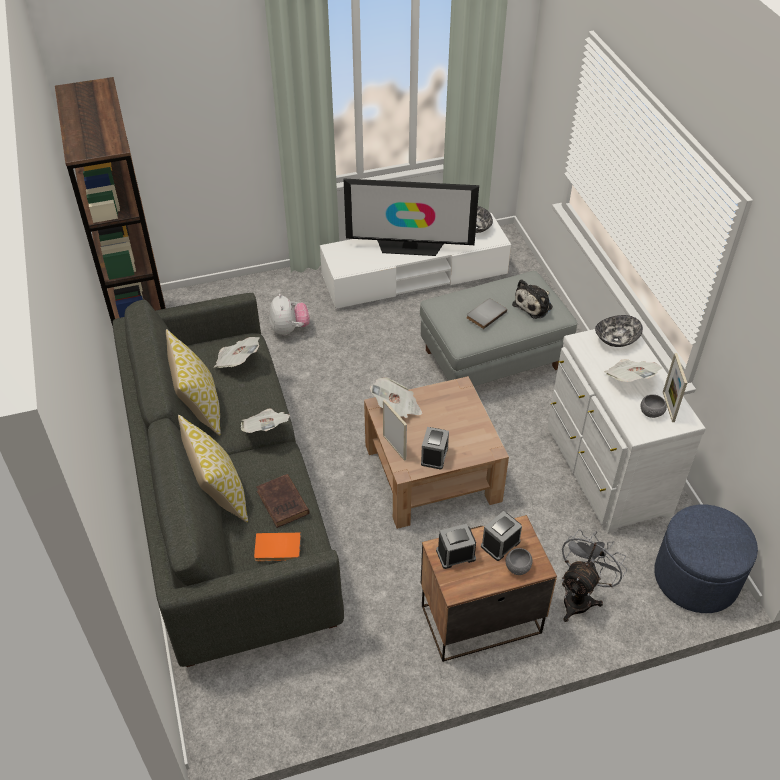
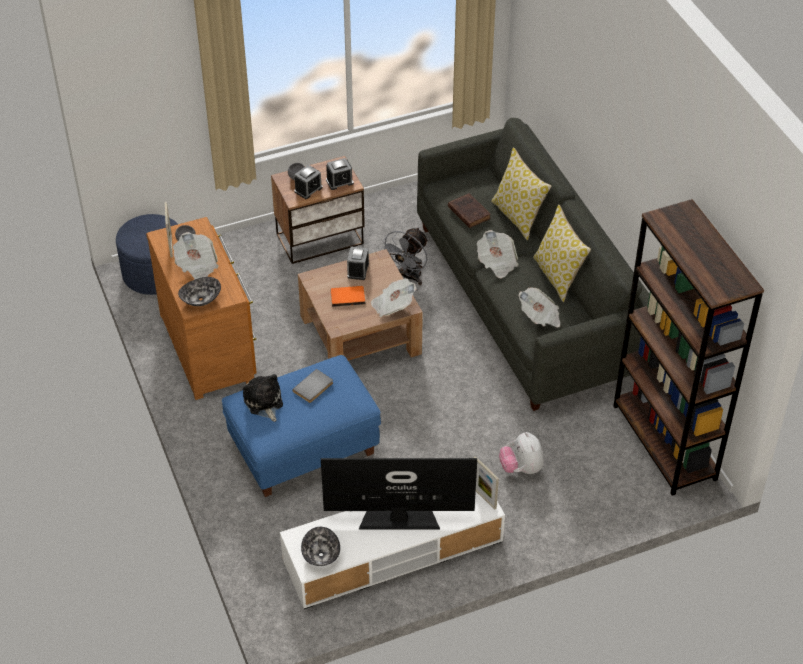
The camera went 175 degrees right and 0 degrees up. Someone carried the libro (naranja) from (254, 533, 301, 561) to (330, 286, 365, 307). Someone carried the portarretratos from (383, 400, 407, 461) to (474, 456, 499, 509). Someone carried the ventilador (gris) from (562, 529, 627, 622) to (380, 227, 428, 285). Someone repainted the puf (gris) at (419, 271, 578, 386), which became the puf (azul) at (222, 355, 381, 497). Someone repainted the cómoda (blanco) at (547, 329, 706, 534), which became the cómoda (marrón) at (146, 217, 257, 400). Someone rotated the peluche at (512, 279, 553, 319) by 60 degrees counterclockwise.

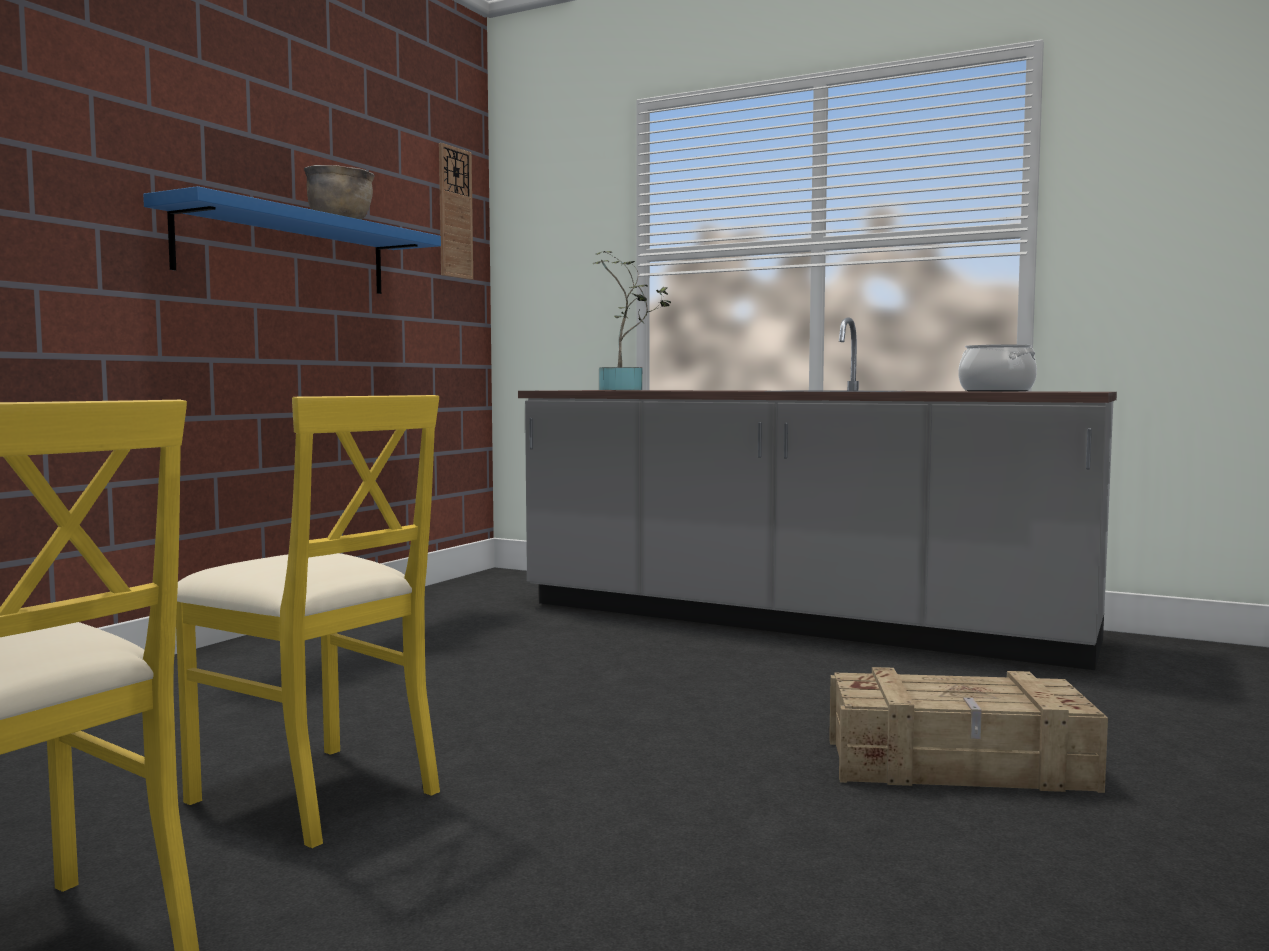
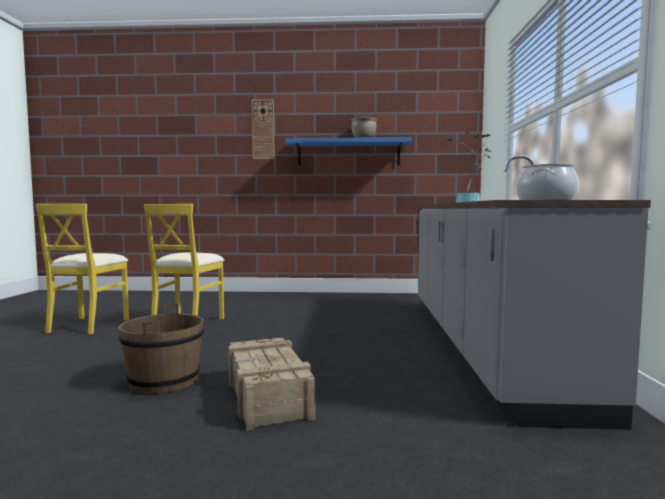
The camera went 65 degrees right and 0 degrees up. Someone put down the cubo (marrón) at (118, 303, 204, 394). Someone carried the reloj de pared from (439, 143, 473, 280) to (252, 99, 275, 159).

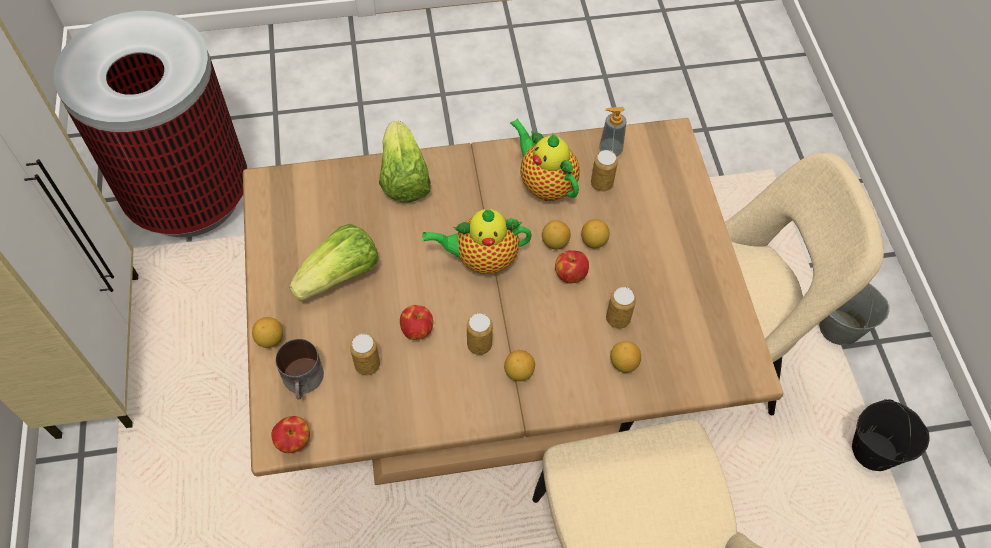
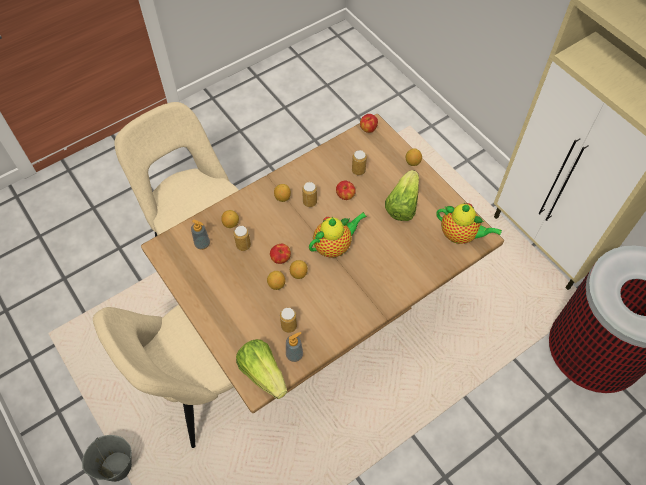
The camera went 155 degrees right and 0 degrees up. Someone took away the taza grande at (275, 339, 324, 399). Someone took away the cubo (negro) at (852, 399, 930, 471). Someone put down the dispensador de jabón at (191, 219, 210, 250). Someone carried the lechuga from (379, 121, 431, 203) to (236, 339, 287, 399). Someone carried the tetera from (510, 119, 580, 201) to (436, 203, 502, 244).

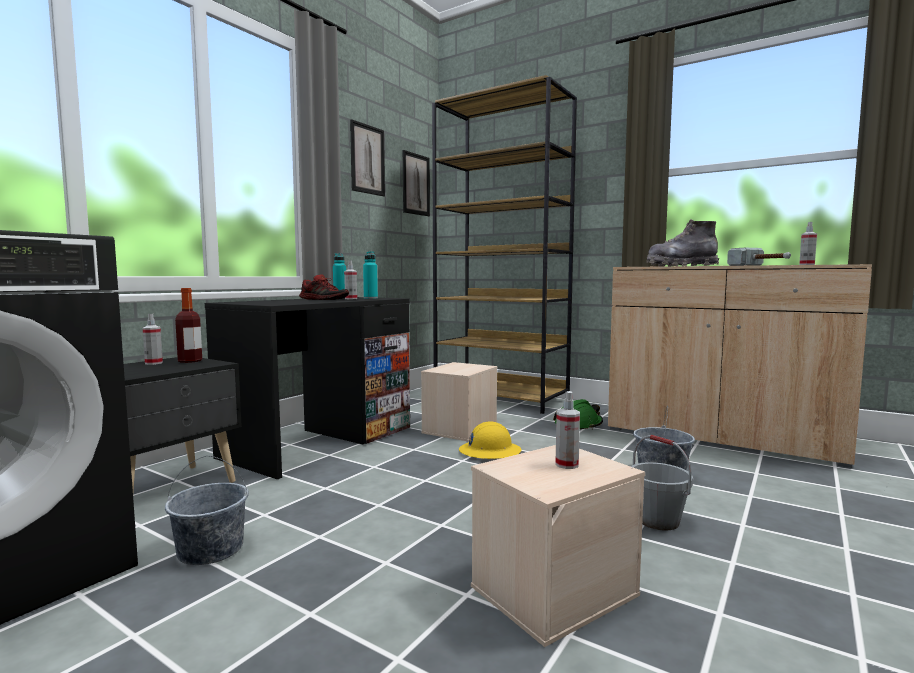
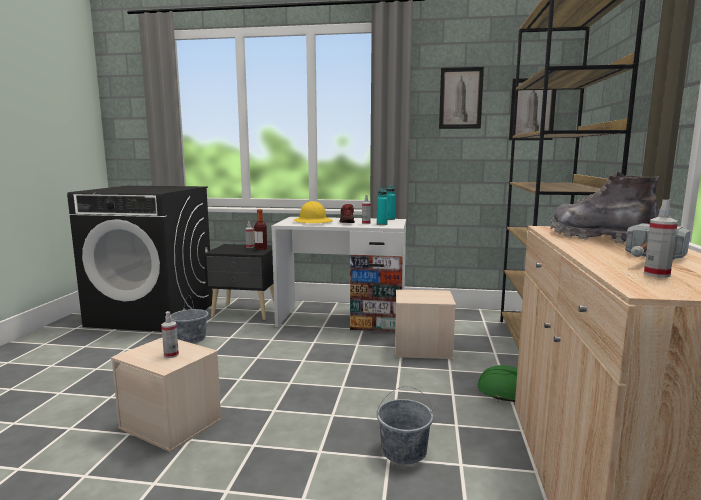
The camera went 65 degrees right and 5 degrees up. Someone took away the cubo (gris) at (631, 435, 693, 530). Someone carried the casco (amarillo) from (459, 421, 522, 459) to (293, 201, 333, 223). Someone repainted the escritorio (negro) at (205, 297, 410, 479), which became the escritorio (blanco) at (271, 217, 406, 332).

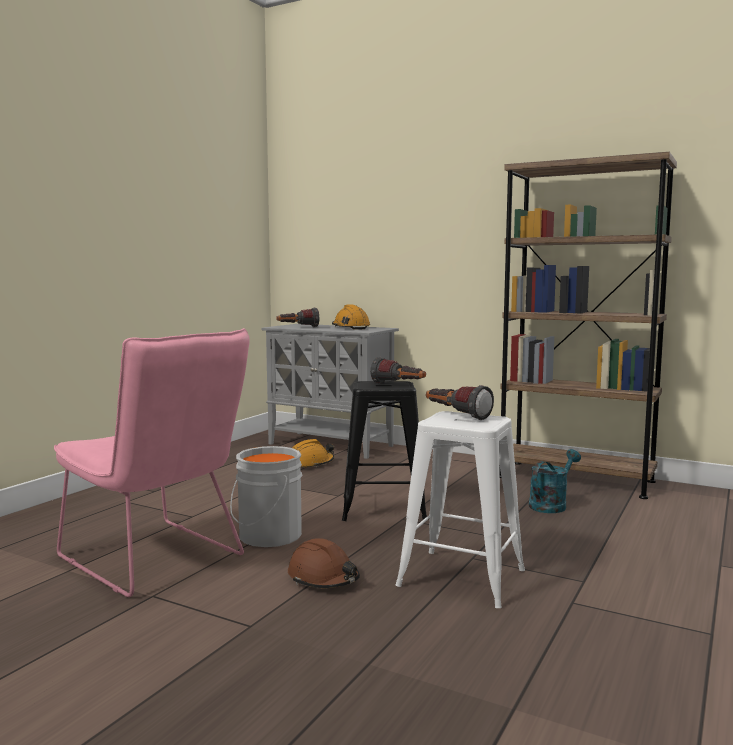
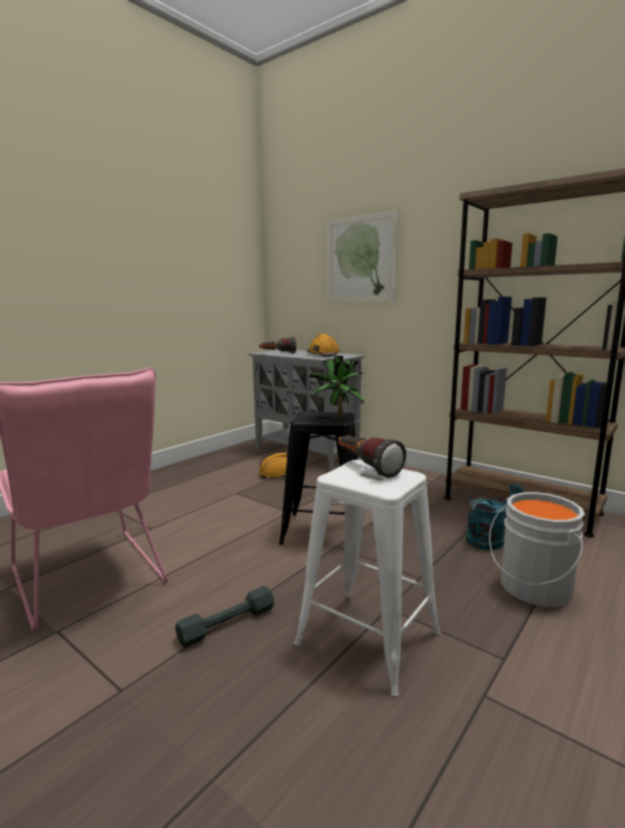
The camera went 10 degrees right and 5 degrees up. Someone put up the cuadro at (327, 210, 399, 303). Someone carried the cubo (gris) from (230, 446, 303, 547) to (489, 492, 585, 607). Someone swapped the casco (marrón) at (288, 538, 360, 588) for the mancuerna (gris) at (175, 586, 275, 648). Someone swapped the linterna at (370, 357, 426, 383) for the planta en maceta at (310, 356, 365, 418).

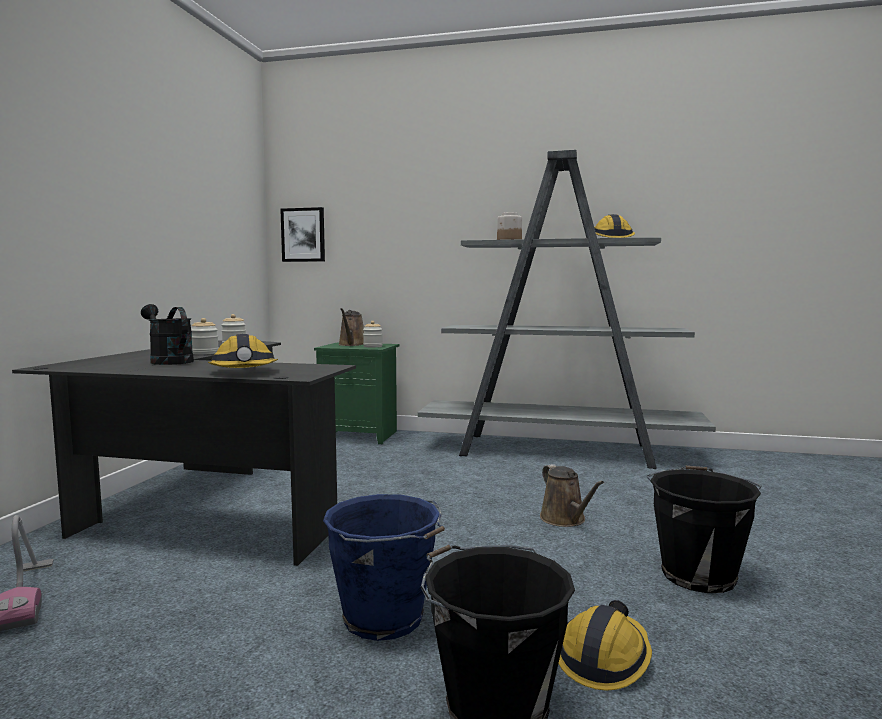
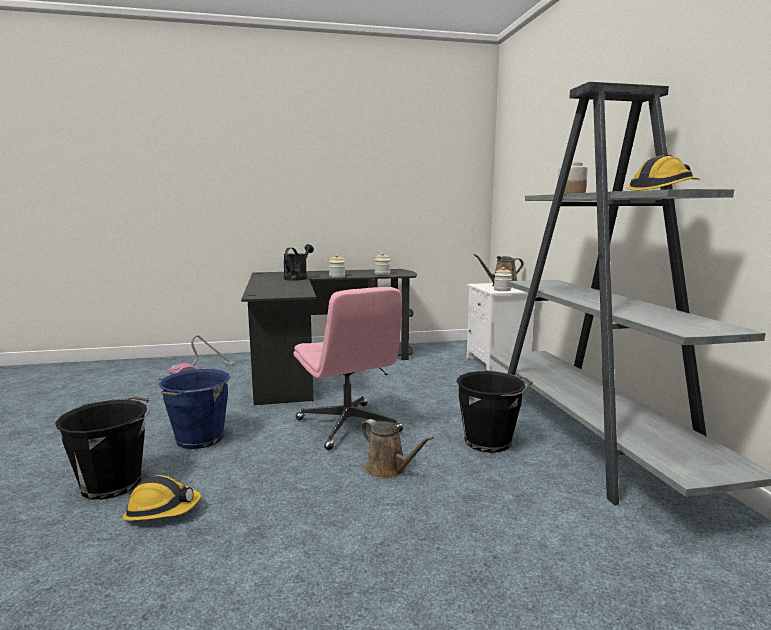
The camera went 65 degrees right and 5 degrees up. Someone took away the casco at (208, 334, 278, 368). Someone took away the cuadro at (280, 207, 325, 262). Someone put down the silla de oficina (rosa) at (294, 287, 403, 450). Someone carried the cubo (negro) from (647, 465, 762, 593) to (456, 370, 533, 453). Someone repainted the mesita de noche (verde) at (314, 343, 400, 444), which became the mesita de noche (blanco) at (467, 283, 535, 373). Someone rotated the regadera (marrón) at (540, 464, 604, 527) by 90 degrees counterclockwise.

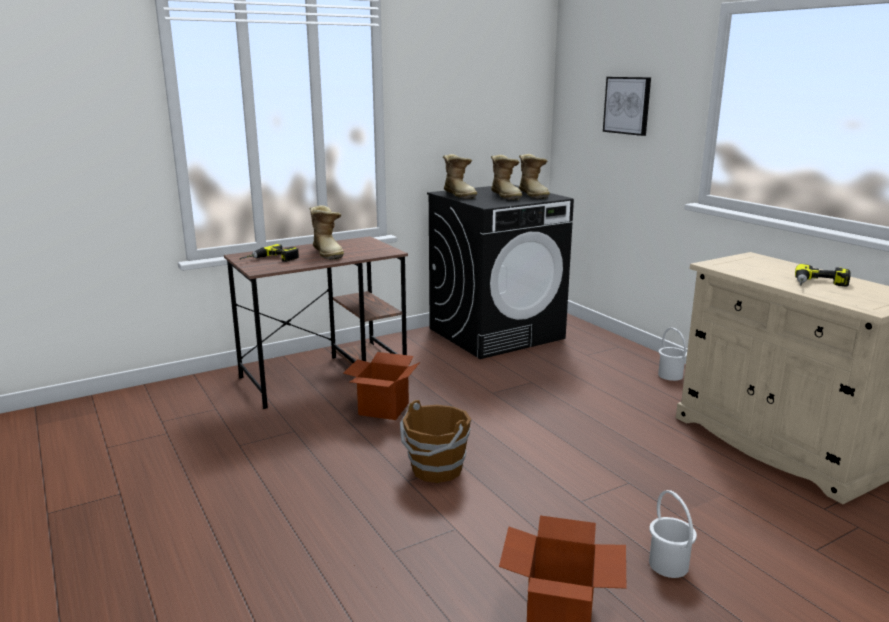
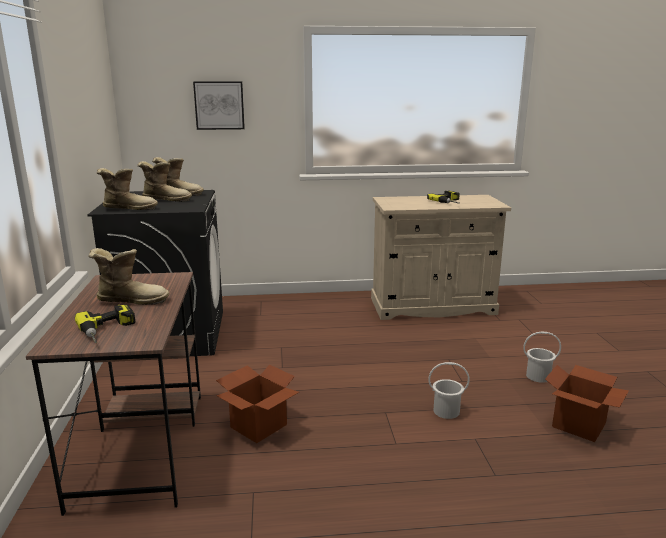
The camera went 65 degrees left and 0 degrees up. Someone took away the cubo (marrón) at (400, 400, 471, 483). Someone carried the cubo (blanco) from (658, 328, 687, 381) to (428, 362, 470, 419).

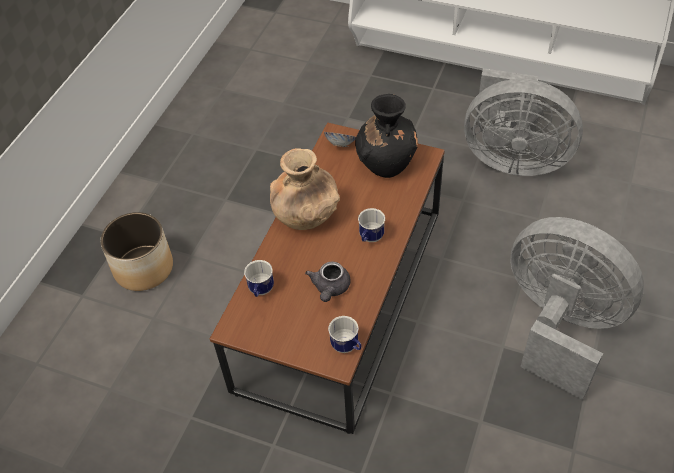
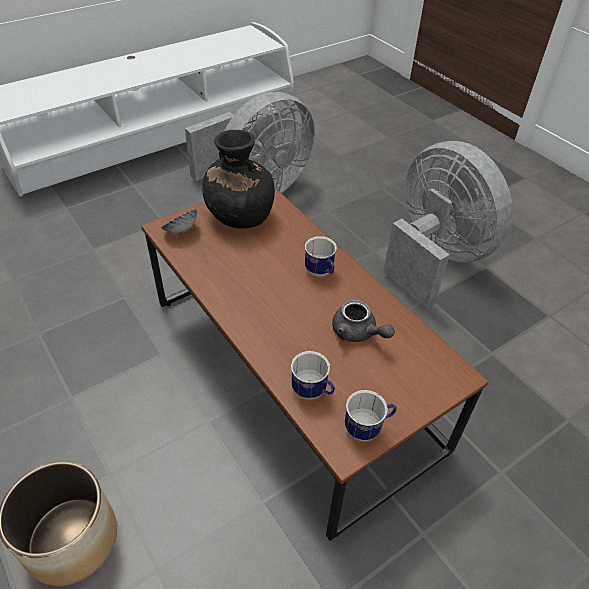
The camera went 60 degrees left and 5 degrees down. Someone took away the florero (marrón) at (270, 148, 340, 230). Someone carried the taza grande from (328, 316, 362, 353) to (345, 390, 397, 441). Someone rotated the ventilador (gris) at (510, 217, 644, 400) by 75 degrees clockwise.

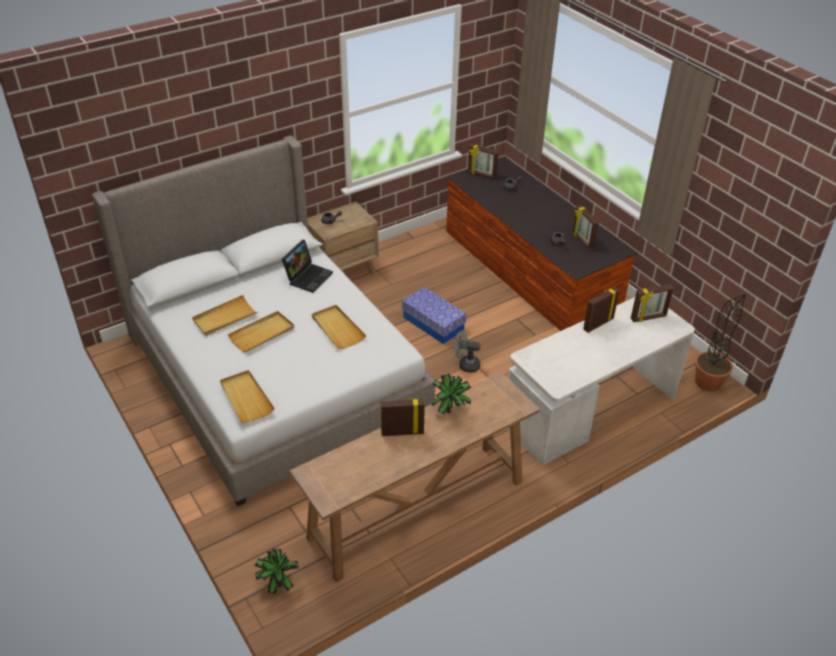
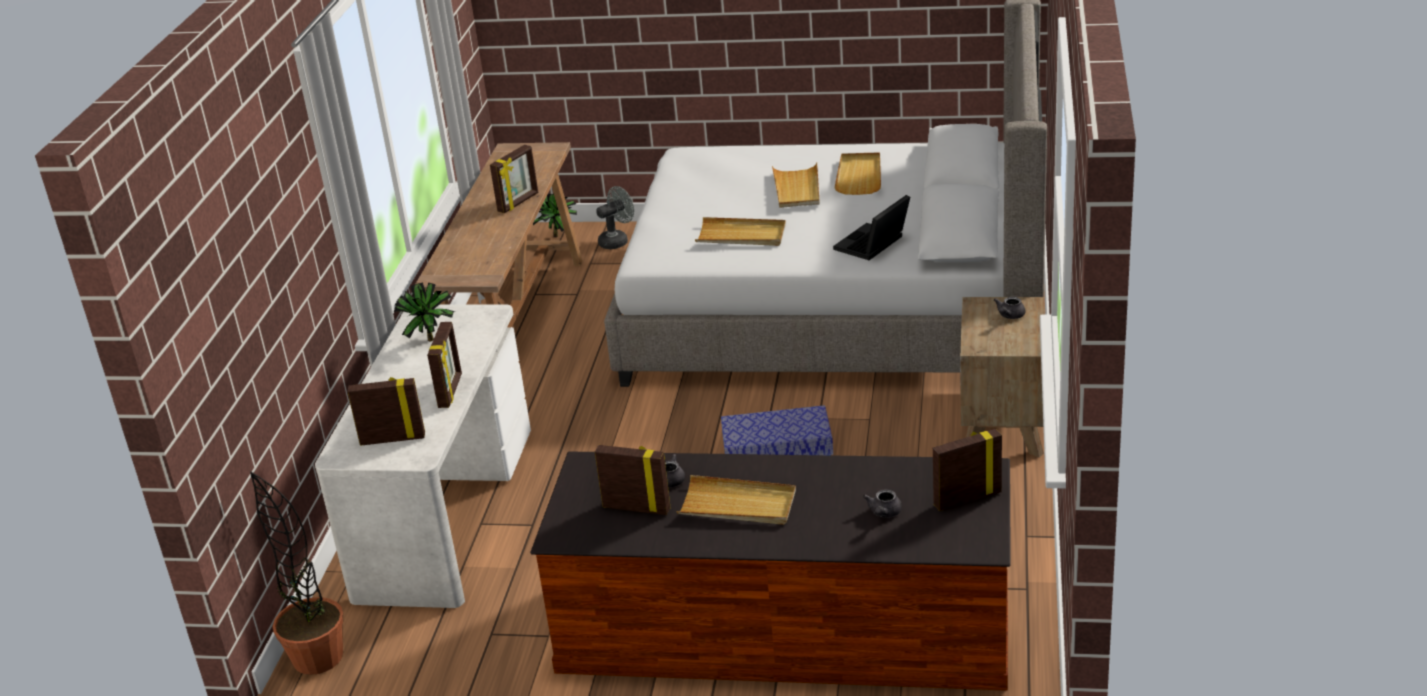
The camera went 135 degrees right and 10 degrees down. Someone carried the bandeja (beis) from (220, 370, 275, 423) to (677, 475, 796, 525). Someone carried the planta en maceta from (432, 374, 471, 415) to (394, 282, 455, 341). Someone carried the ventilador (gris) from (454, 330, 481, 373) to (596, 186, 634, 249). Someone rotated the portátil at (282, 240, 333, 293) by 60 degrees clockwise. Someone rotated the portarretratos at (631, 284, 674, 322) by 60 degrees clockwise.

